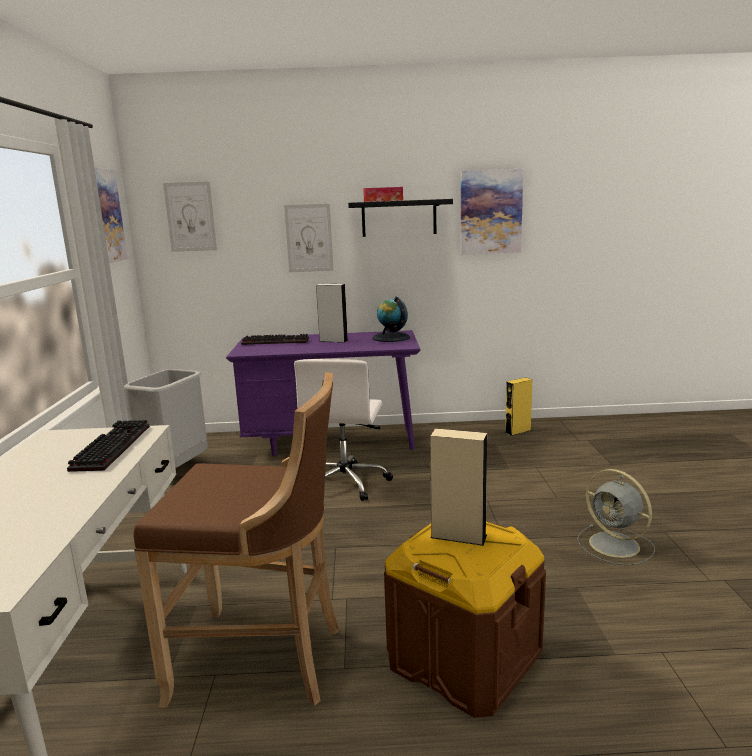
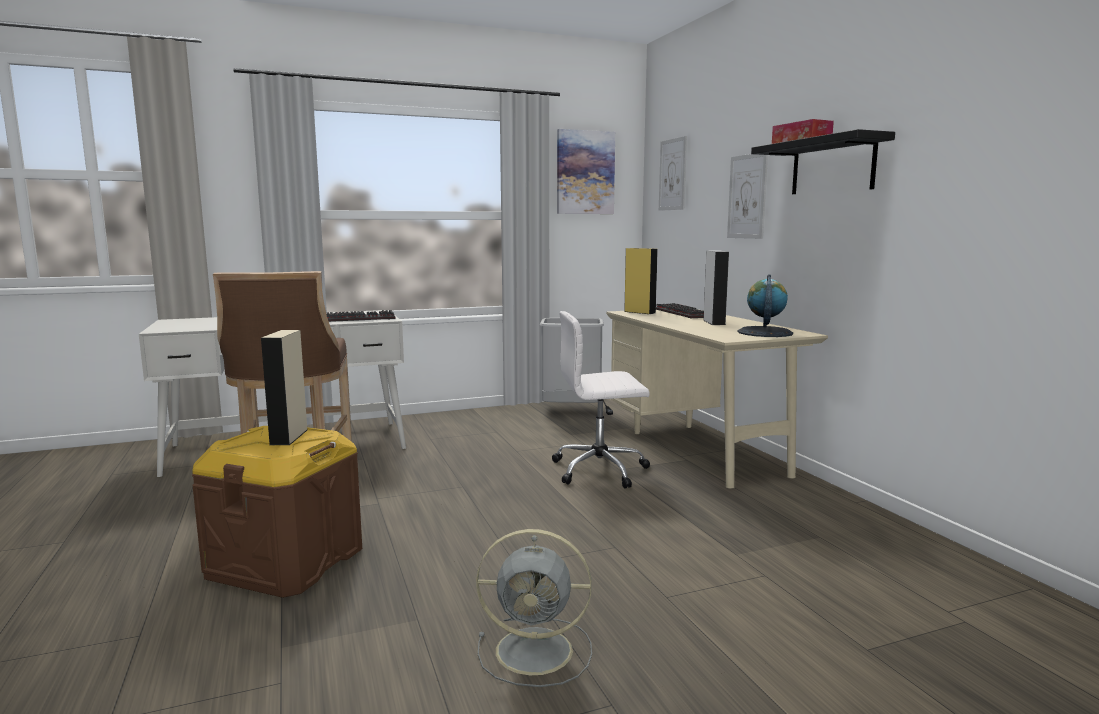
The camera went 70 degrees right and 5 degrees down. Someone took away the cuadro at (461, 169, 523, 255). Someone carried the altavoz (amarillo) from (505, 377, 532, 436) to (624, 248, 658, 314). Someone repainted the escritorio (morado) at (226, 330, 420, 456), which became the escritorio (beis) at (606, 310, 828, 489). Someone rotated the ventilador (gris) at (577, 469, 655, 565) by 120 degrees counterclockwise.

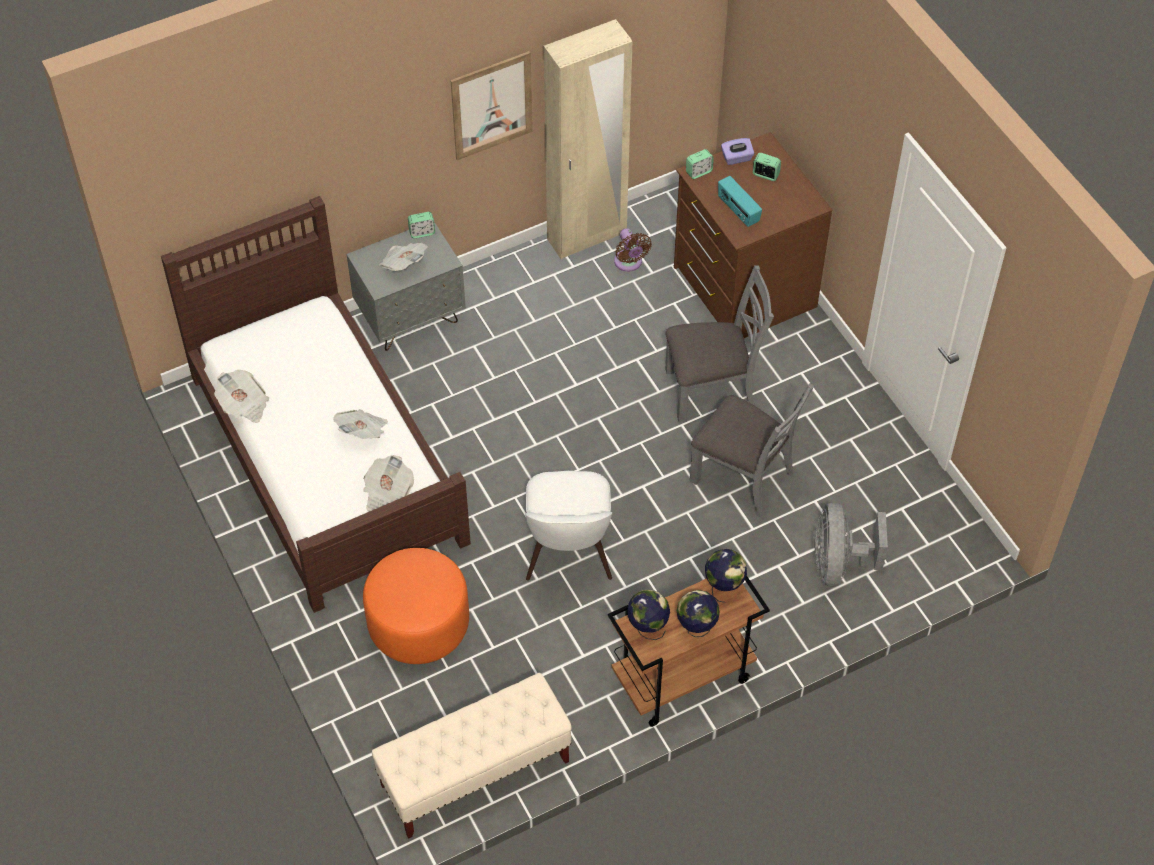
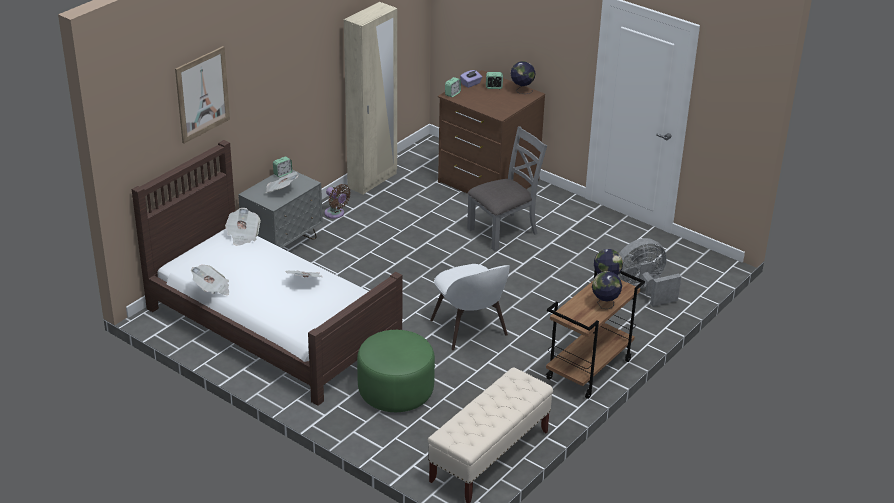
The camera went 25 degrees left and 20 degrees down. Someone took away the silla (gris) at (689, 383, 814, 518). Someone took away the radio at (718, 176, 762, 227). Someone carried the periódico from (363, 455, 414, 512) to (225, 208, 261, 246). Someone carried the cuadro from (450, 51, 533, 160) to (175, 46, 230, 144). Someone carried the ventilador (marrón) from (614, 228, 652, 272) to (324, 184, 351, 219). Someone carried the globo terráqueo from (627, 590, 670, 640) to (511, 61, 535, 94). Someone repainted the puf (naranja) at (363, 548, 469, 664), which became the puf (verde) at (357, 330, 435, 412). Someone rotated the ventilador (gris) at (814, 503, 888, 587) by 90 degrees clockwise.

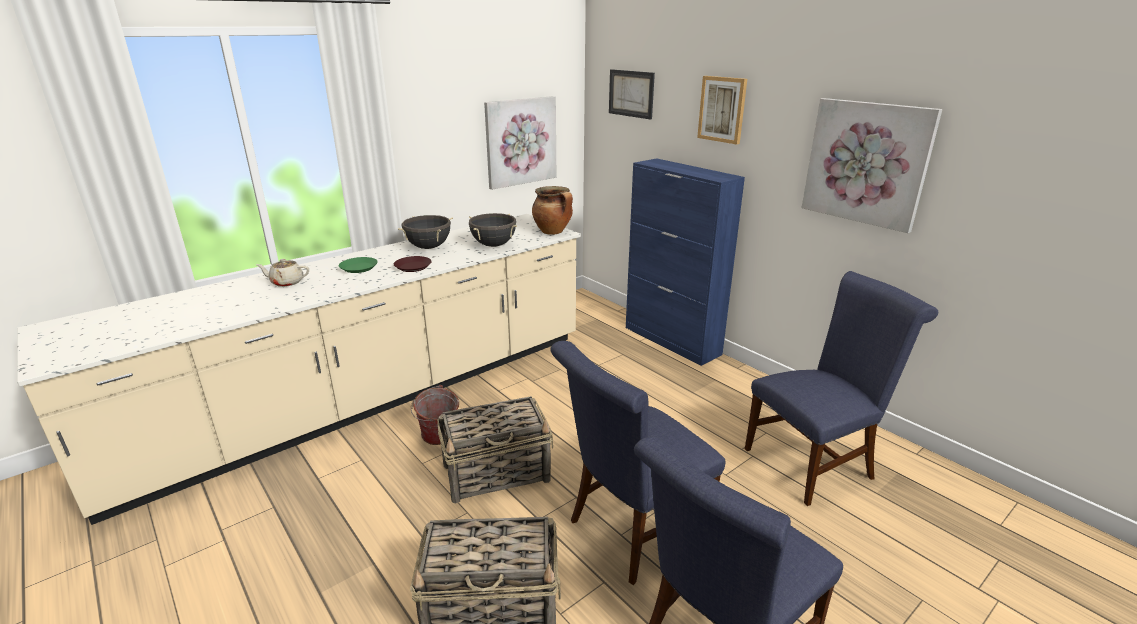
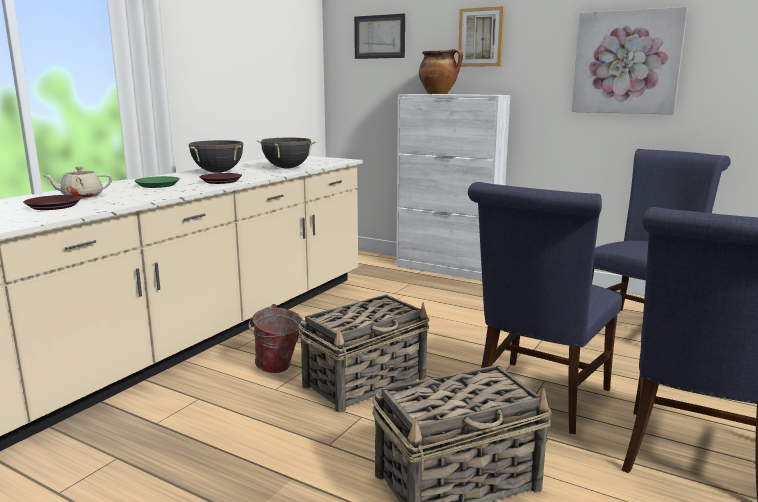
The camera went 20 degrees left and 10 degrees down. Someone took away the cuadro at (484, 96, 556, 190). Someone put down the plato (marrón) at (23, 195, 82, 210). Someone carried the olla from (532, 186, 573, 235) to (419, 49, 463, 94). Someone repainted the armario (azul) at (626, 158, 745, 366), which became the armario (blanco) at (396, 94, 510, 281).

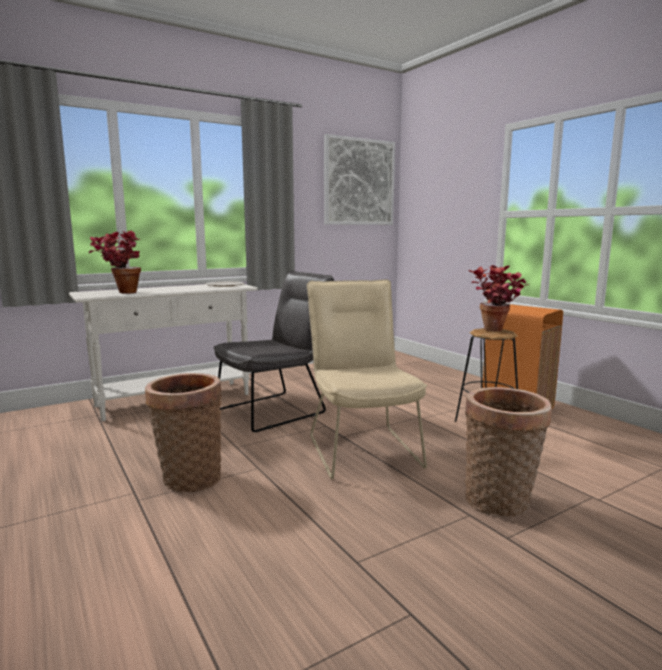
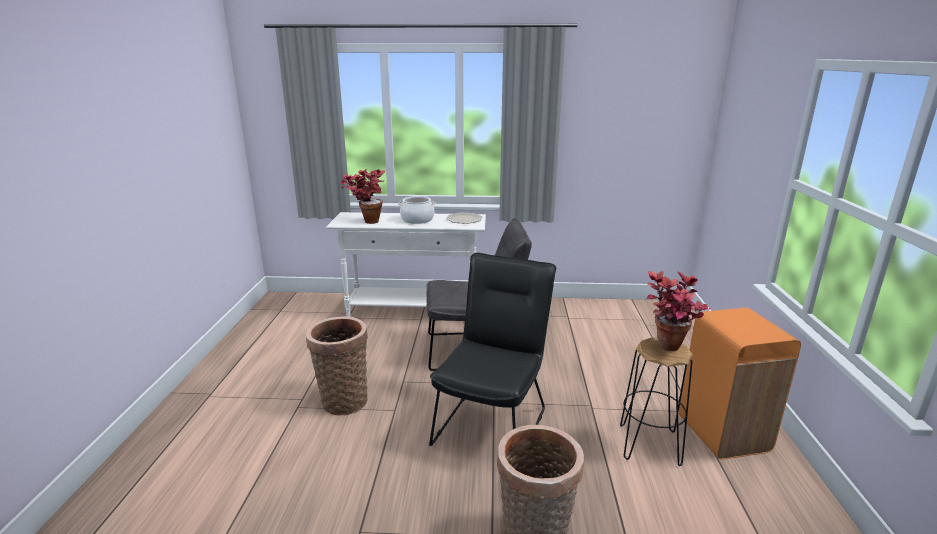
The camera went 35 degrees right and 10 degrees up. Someone took away the cuadro at (324, 134, 395, 225). Someone put down the olla at (398, 196, 436, 224). Someone repainted the silla (beis) at (307, 279, 427, 479), which became the silla (negro) at (429, 253, 556, 446).

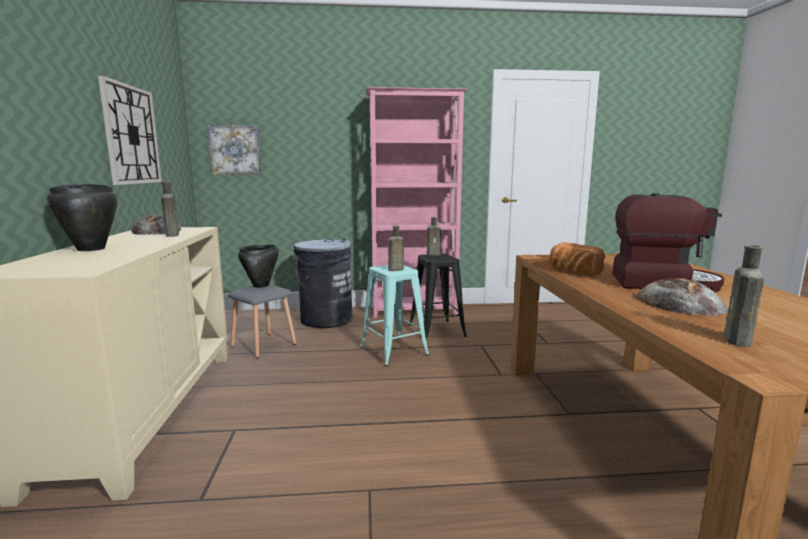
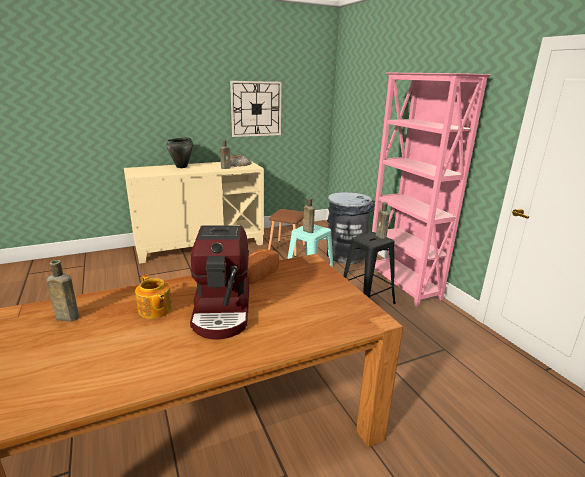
The camera went 70 degrees right and 10 degrees up. Someone took away the cuadro at (207, 125, 262, 175). Someone took away the olla (negro) at (238, 245, 279, 288). Someone swapped the pan at (636, 278, 728, 316) for the tetera at (135, 274, 172, 319). Someone repainted the taburete (gris) at (228, 285, 296, 358), which became the taburete (marrón) at (268, 209, 305, 257).

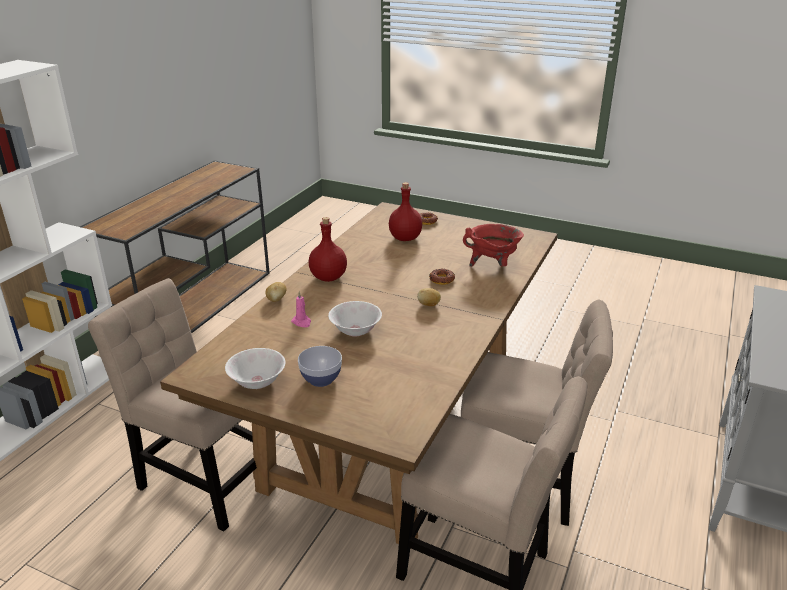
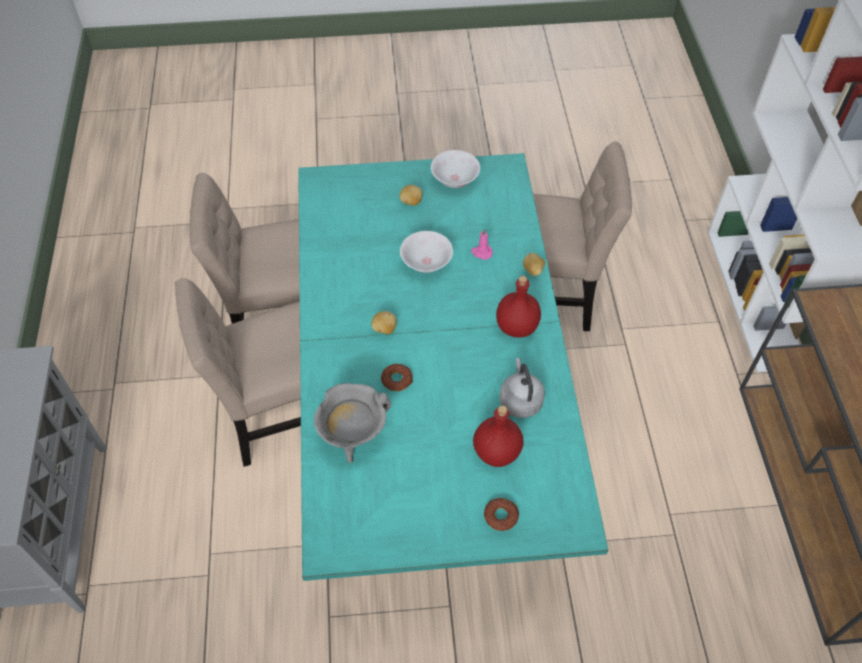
The camera went 150 degrees right and 25 degrees up. Someone put down the hervidor (gris) at (500, 358, 545, 418). Someone swapped the cuenco at (298, 346, 342, 387) for the patata at (400, 185, 423, 206). Someone repainted the mesa de comedor (marrón) at (160, 202, 558, 549), which became the mesa de comedor (turquesa) at (298, 153, 608, 581). Someone repainted the olla (rojo) at (463, 224, 524, 267), which became the olla (gris) at (314, 383, 391, 463).

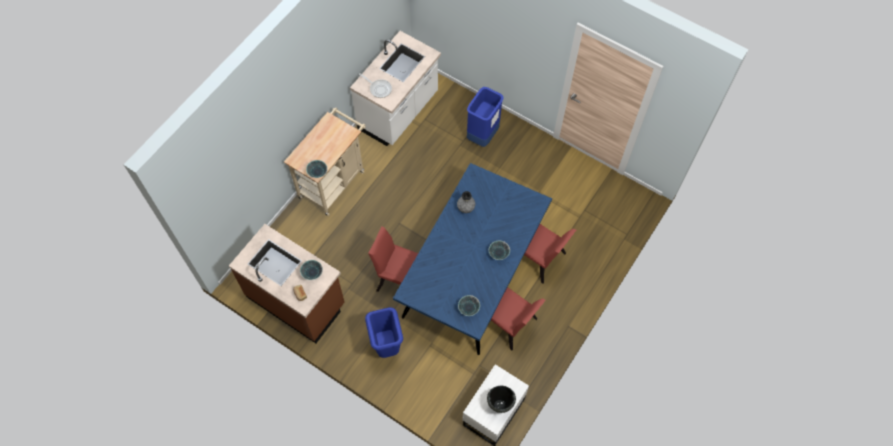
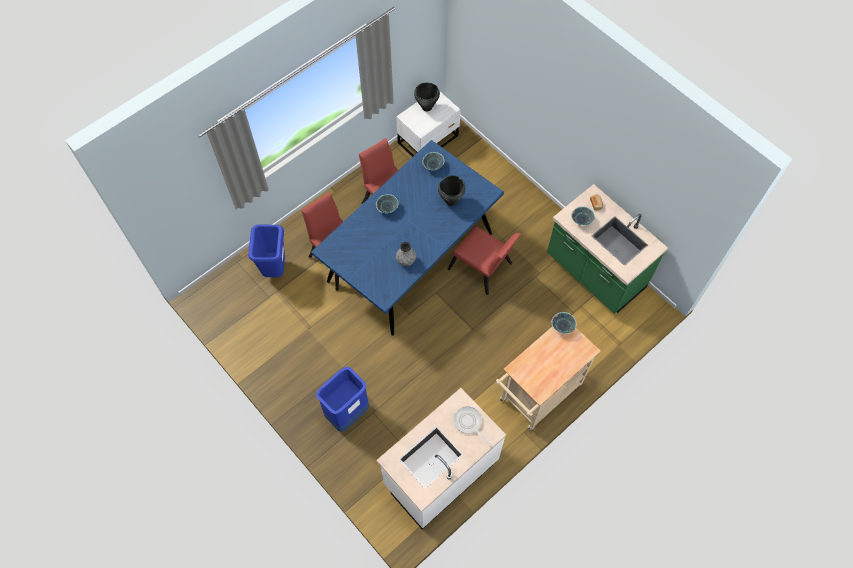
The camera went 165 degrees left and 0 degrees up. Someone put down the olla (negro) at (438, 175, 465, 206). Someone carried the papelera (azul) from (365, 307, 403, 358) to (248, 225, 285, 277). Someone repainted the mueble bajo de cocina (marrón) at (229, 224, 345, 343), which became the mueble bajo de cocina (verde) at (547, 184, 668, 314).

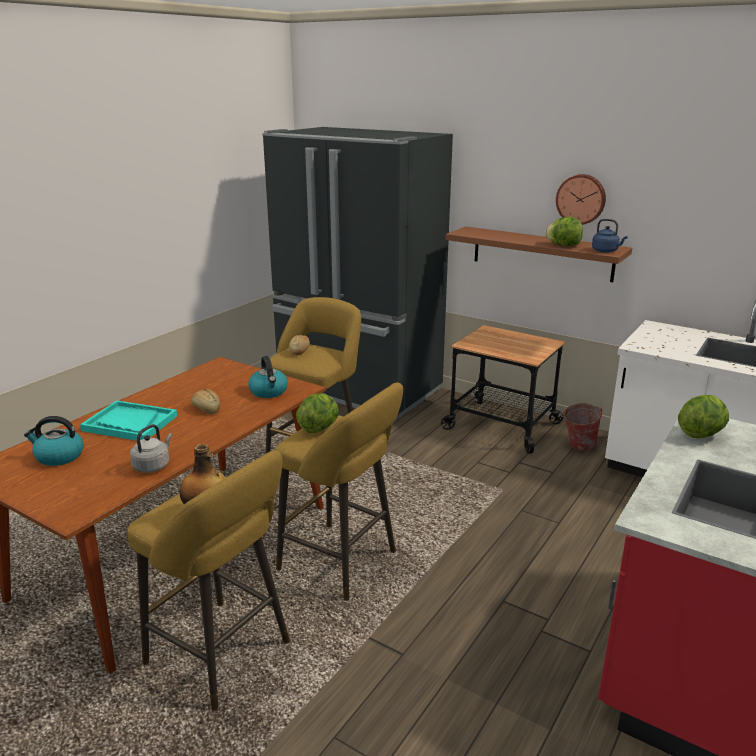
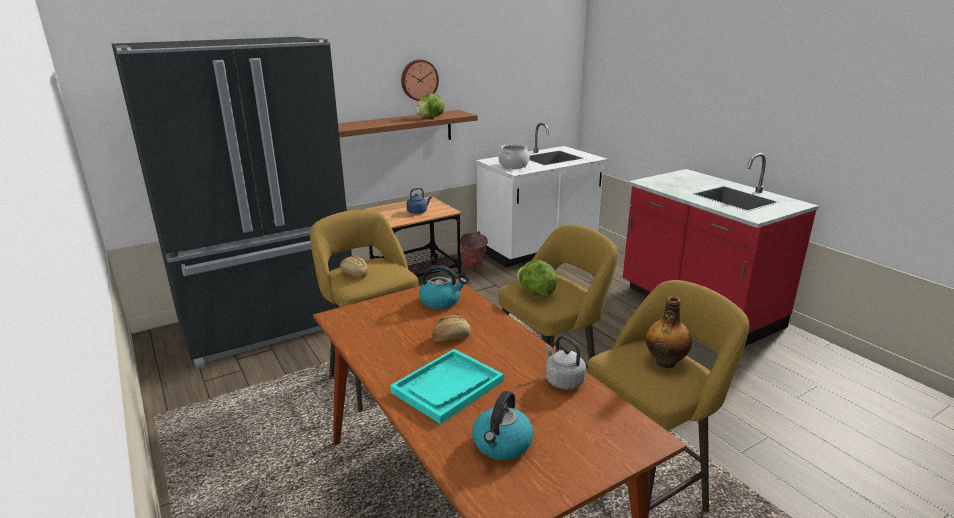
The camera went 65 degrees left and 0 degrees up. Someone took away the lechuga at (678, 395, 729, 438). Someone put down the olla at (498, 144, 530, 169). Someone carried the hervidor (azul) from (592, 219, 628, 253) to (406, 188, 432, 214).

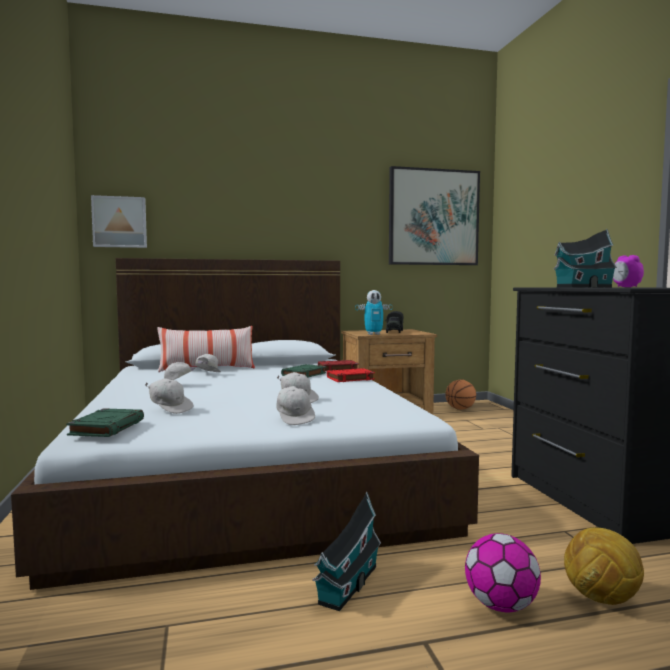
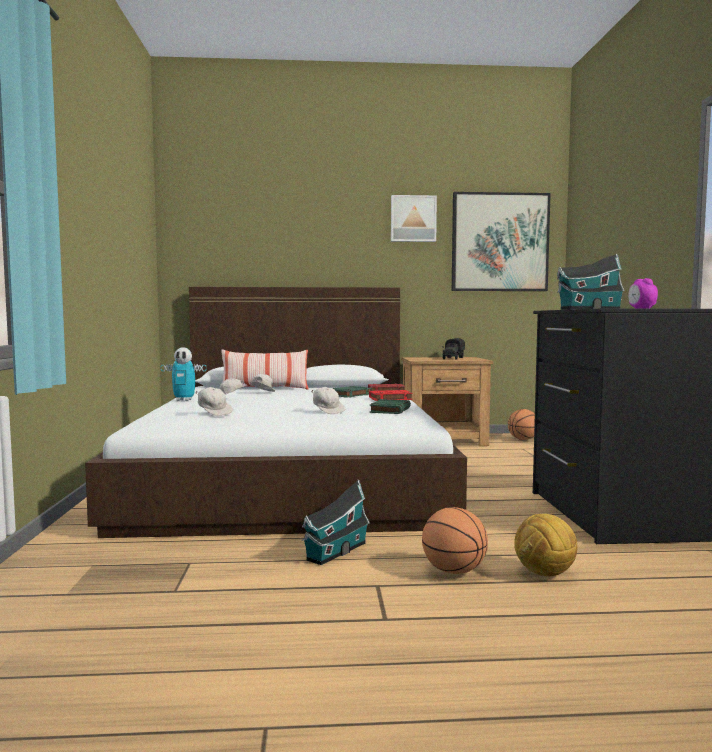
The camera went 10 degrees right and 0 degrees up. Someone took away the gorra (blanco) at (276, 386, 315, 425). Someone carried the libro (verde) from (66, 408, 144, 437) to (369, 399, 411, 414). Someone carried the cuadro from (91, 195, 147, 248) to (391, 195, 437, 242). Someone carried the robot de juguete from (355, 290, 393, 335) to (161, 347, 207, 401). Someone swapped the balón de fútbol at (465, 533, 541, 613) for the balón de baloncesto at (422, 507, 488, 574).

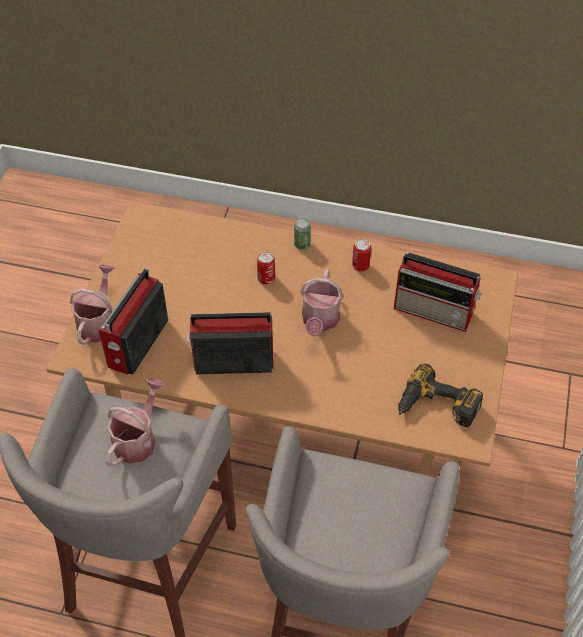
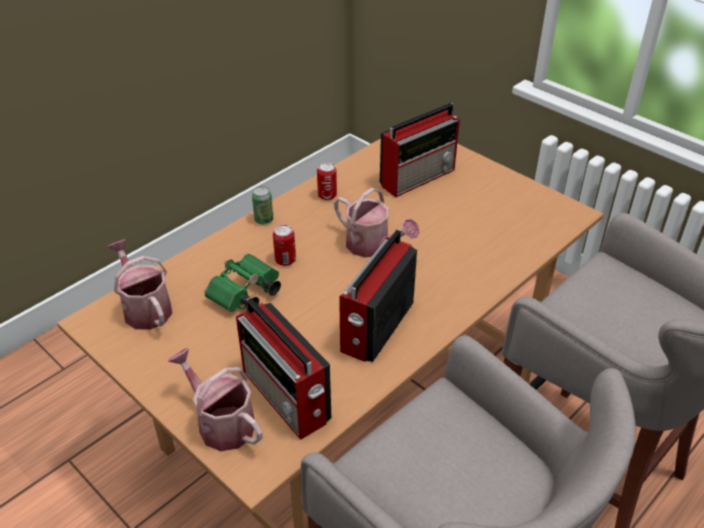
The camera went 60 degrees left and 10 degrees down. Someone took away the taladro at (398, 364, 483, 427). Someone put down the prismáticos (verde) at (204, 254, 281, 312). Someone carried the regadera from (106, 378, 164, 466) to (107, 239, 172, 330).

